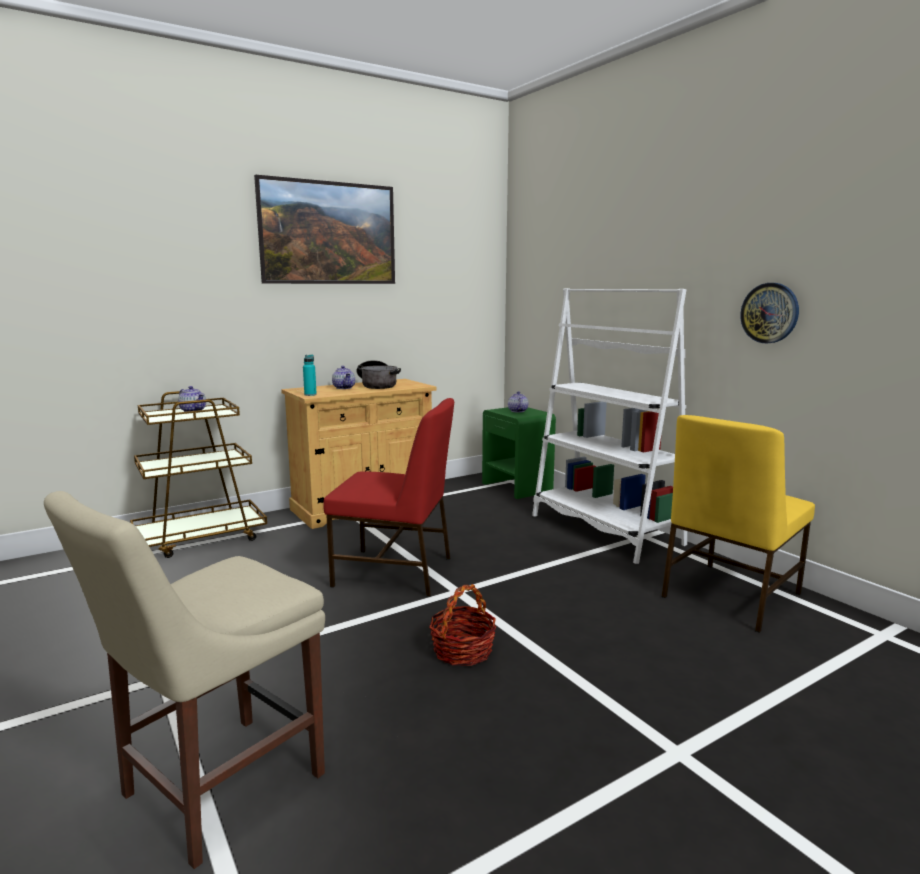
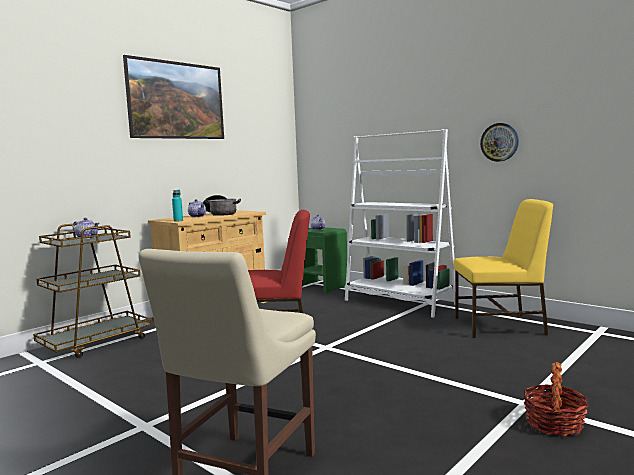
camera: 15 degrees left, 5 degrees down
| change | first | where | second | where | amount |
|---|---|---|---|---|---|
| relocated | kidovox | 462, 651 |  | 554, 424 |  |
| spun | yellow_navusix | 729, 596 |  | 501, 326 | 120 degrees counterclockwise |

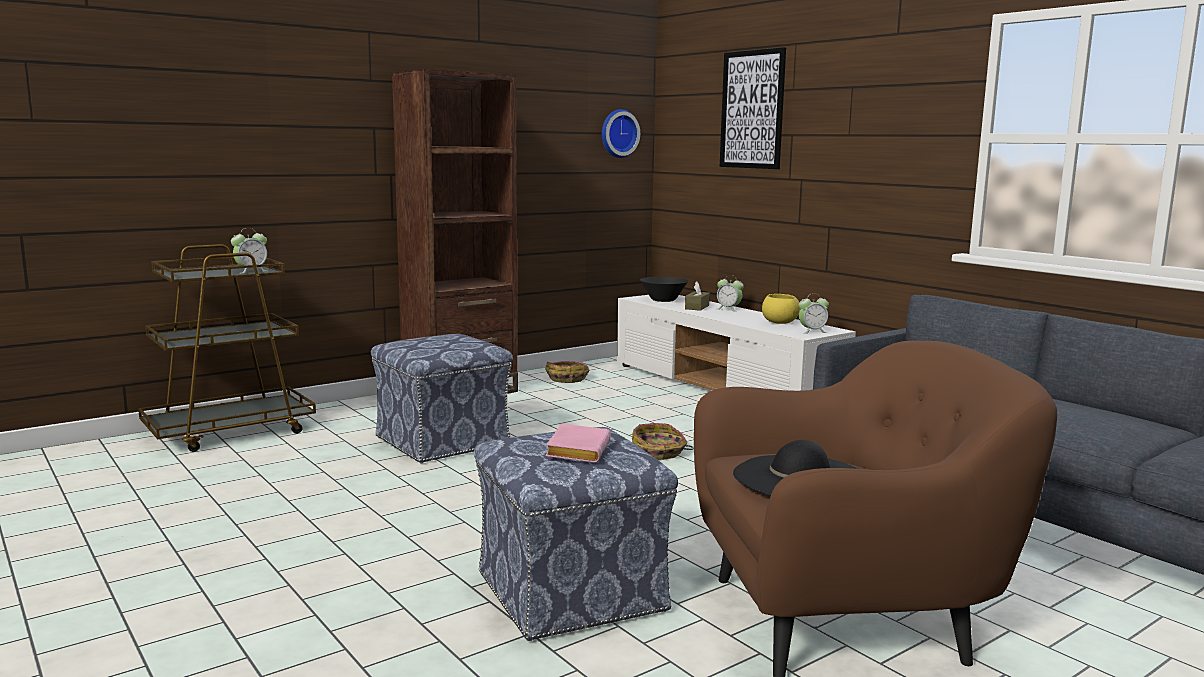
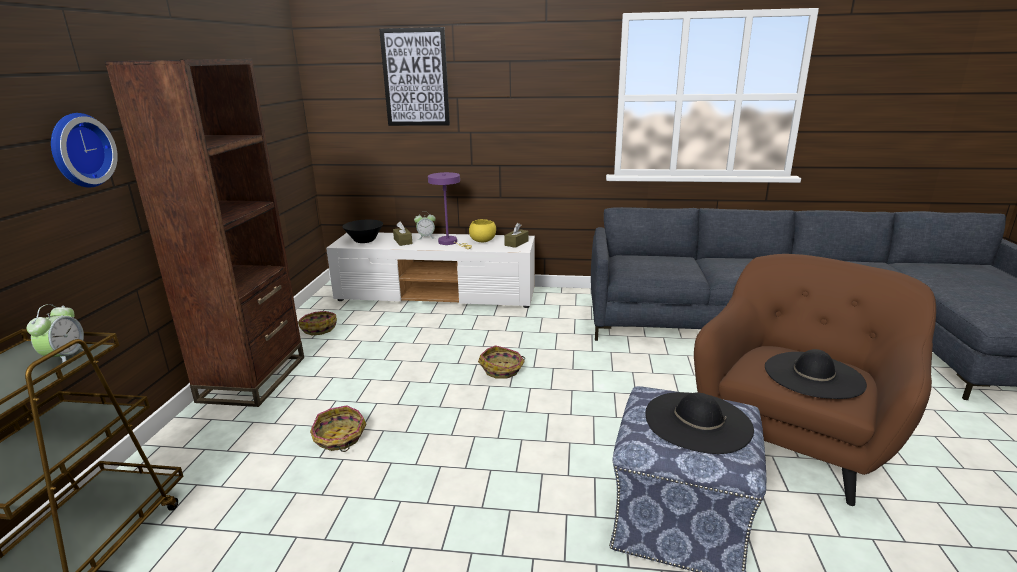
camera: 45 degrees left, 10 degrees up
| change | first | where | second | where | amount |
|---|---|---|---|---|---|
| exchanged | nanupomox | 444, 440 | kidovox | 339, 438 |  |
| exchanged | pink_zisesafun | 576, 450 | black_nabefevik | 697, 421 |  |
| relocated | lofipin | 618, 133 |  | 78, 150 |  |
| exchanged | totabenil | 812, 331 | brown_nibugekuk | 516, 243 |  |
| appeared |  |  | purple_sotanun | 450, 242 |  |

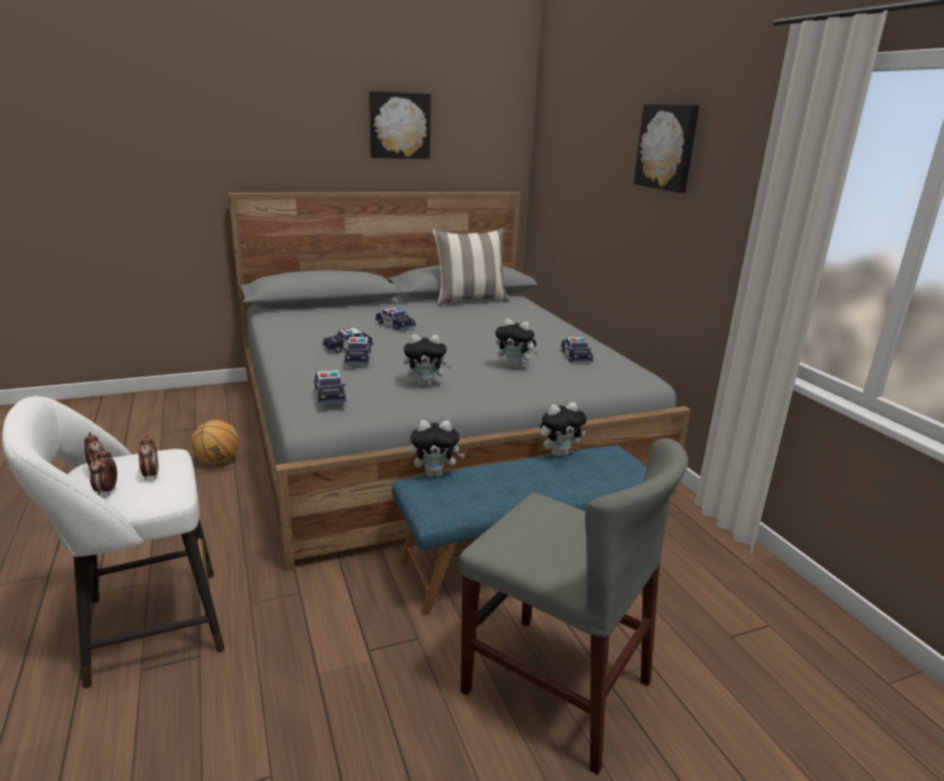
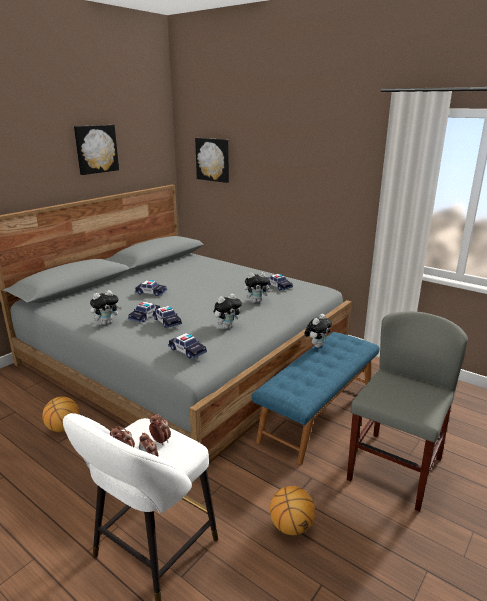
camera: 30 degrees left, 0 degrees up
| change | first | where | second | where | amount |
|---|---|---|---|---|---|
| relocated | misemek | 435, 474 |  | 107, 322 |  |
| missing | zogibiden | 470, 300 |  |  |  |
| spun | grey_navusix | 556, 687 |  | 394, 469 | 60 degrees counterclockwise |
| relocated | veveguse | 667, 147 |  | 213, 159 |  |
| appeared |  |  | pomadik | 291, 526 |  |

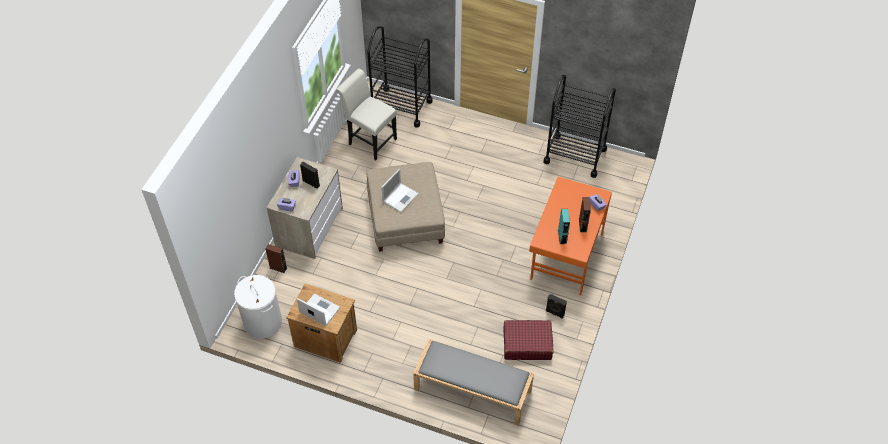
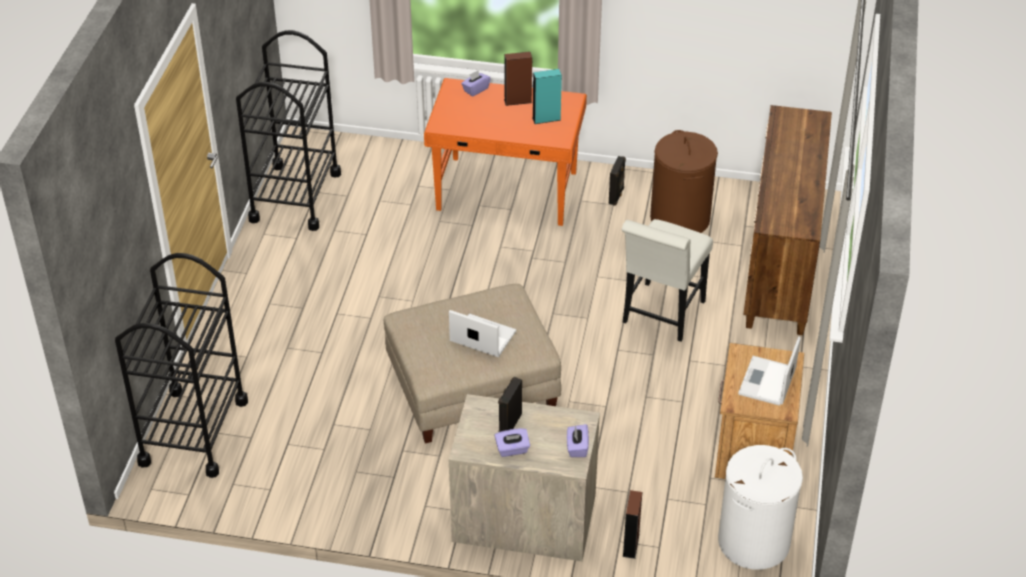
camera: 100 degrees left, 10 degrees down
| change | first | where | second | where | amount |
|---|---|---|---|---|---|
| relocated | white_navusix | 369, 140 |  | 661, 316 |  |
| exchanged | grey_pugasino | 472, 390 | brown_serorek | 780, 266 |  |
| exchanged | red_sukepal | 527, 344 | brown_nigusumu | 680, 219 |  |

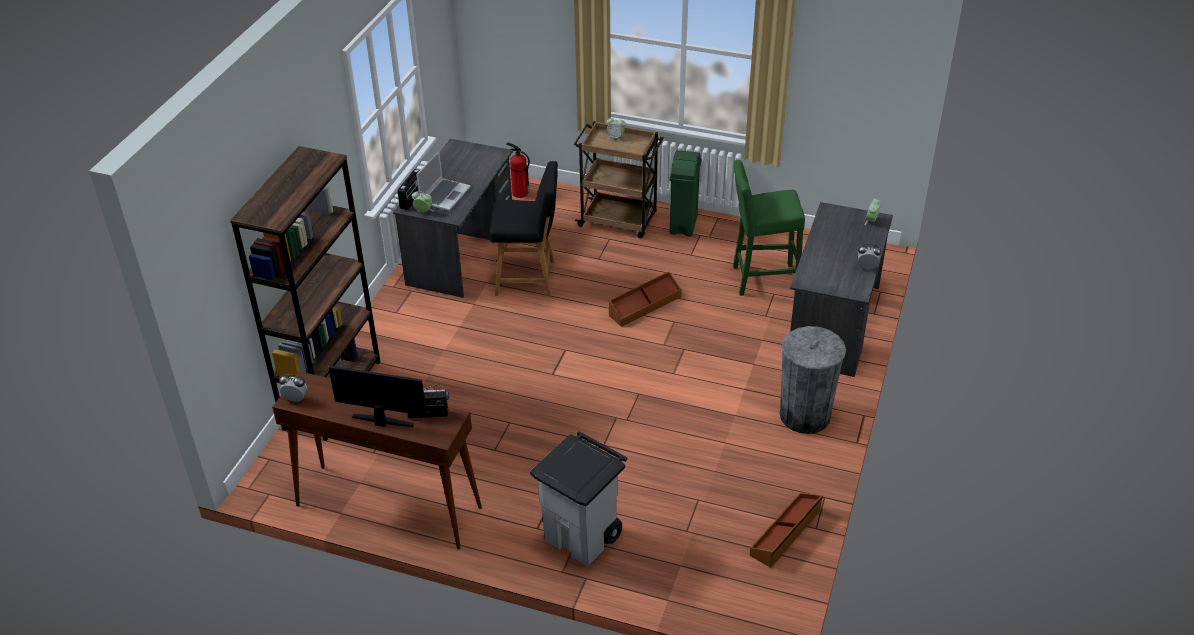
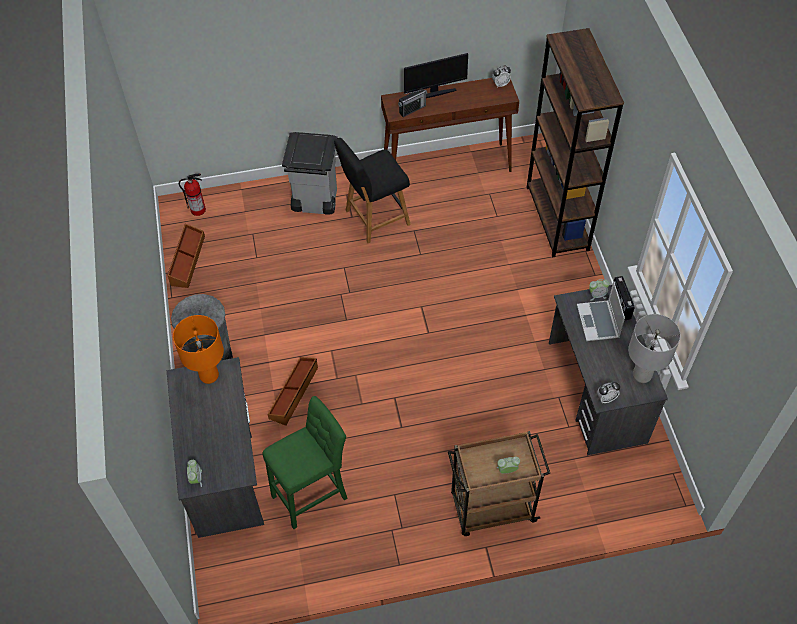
camera: 150 degrees right, 15 degrees up
| change | first | where | second | where | amount |
|---|---|---|---|---|---|
| relocated | black_navusix | 529, 278 |  | 374, 219 |  |
| relocated | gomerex | 519, 193 |  | 198, 209 |  |
| relocated | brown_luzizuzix | 644, 305 |  | 294, 393 |  |
| missing | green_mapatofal | 683, 225 |  |  |  |
| relocated | totabenil | 867, 267 |  | 606, 398 |  |
| appeared |  |  | orange_sotanun | 209, 375 |  |
| appeared |  |  | grey_sotanun | 642, 375 |  |

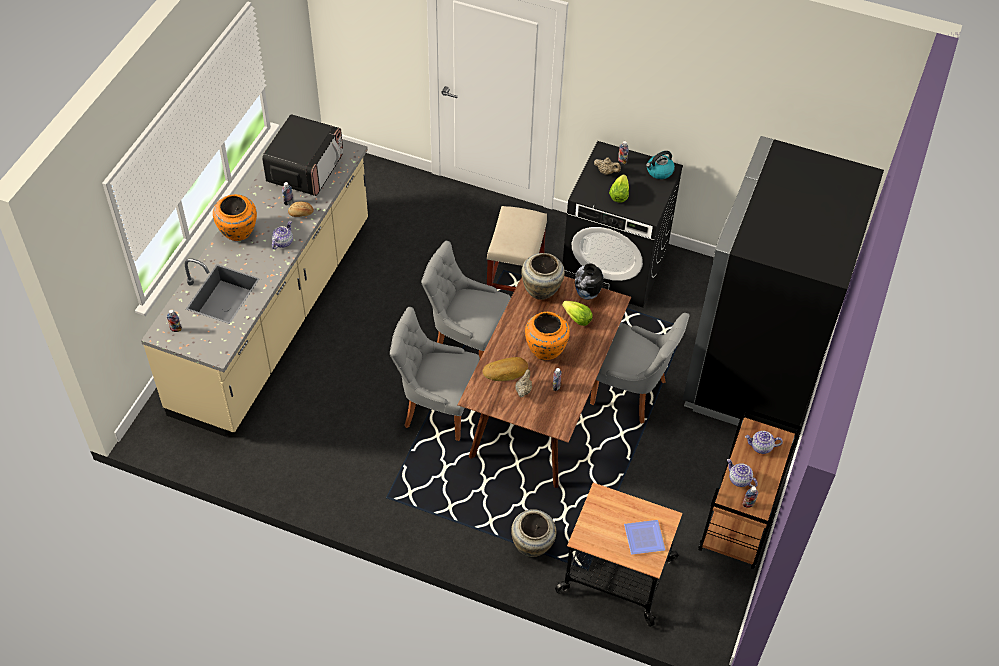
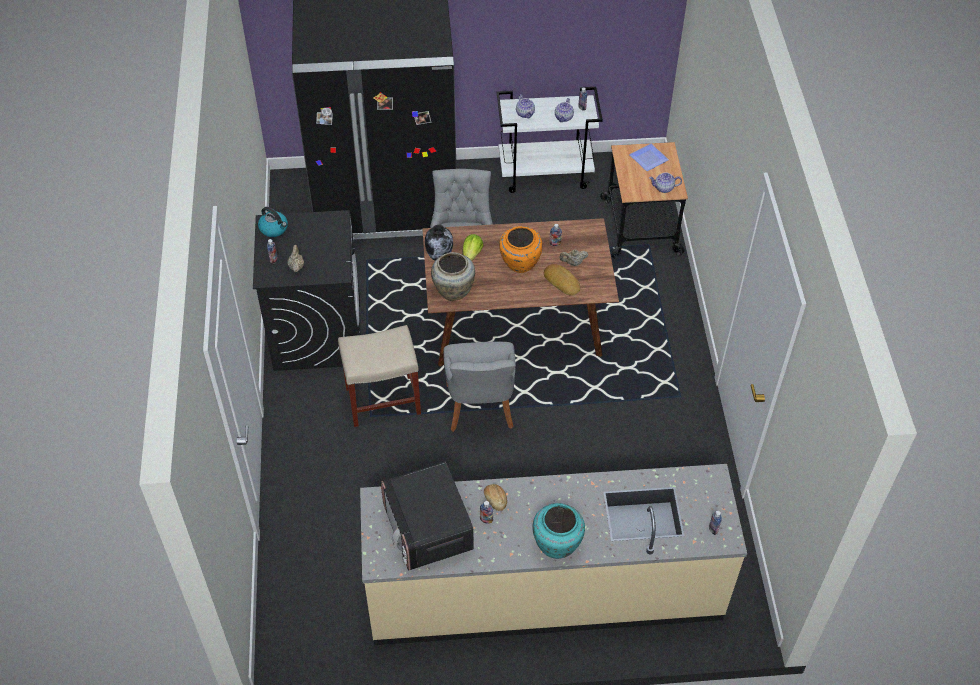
camera: 115 degrees left, 0 degrees up
| change | first | where | second | where | amount |
|---|---|---|---|---|---|
| colour | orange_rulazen | 238, 233 | turquoise_rulazen | 557, 544 |  |
| spun | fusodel | 305, 169 |  | 428, 529 | 105 degrees counterclockwise |
| relocated | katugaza | 282, 242 |  | 664, 188 |  |
| missing | grey_navusix | 437, 408 |  |  |  |
| missing | beige_rulazen | 532, 546 |  |  |  |
| missing | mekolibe | 619, 195 |  |  |  |
| colour | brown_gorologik | 738, 523 | white_gorologik | 546, 173 |  |

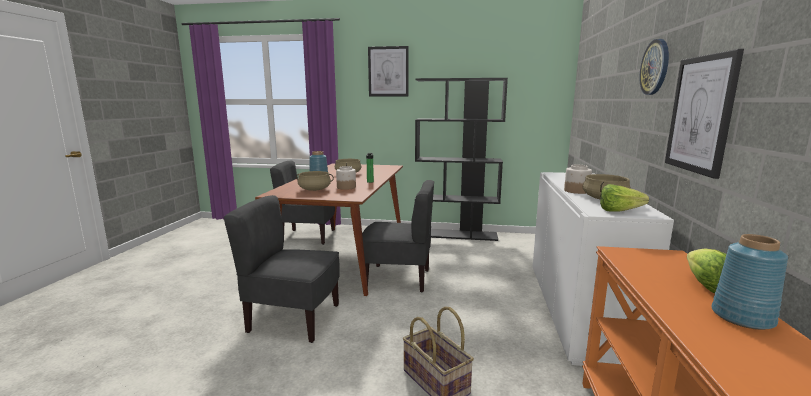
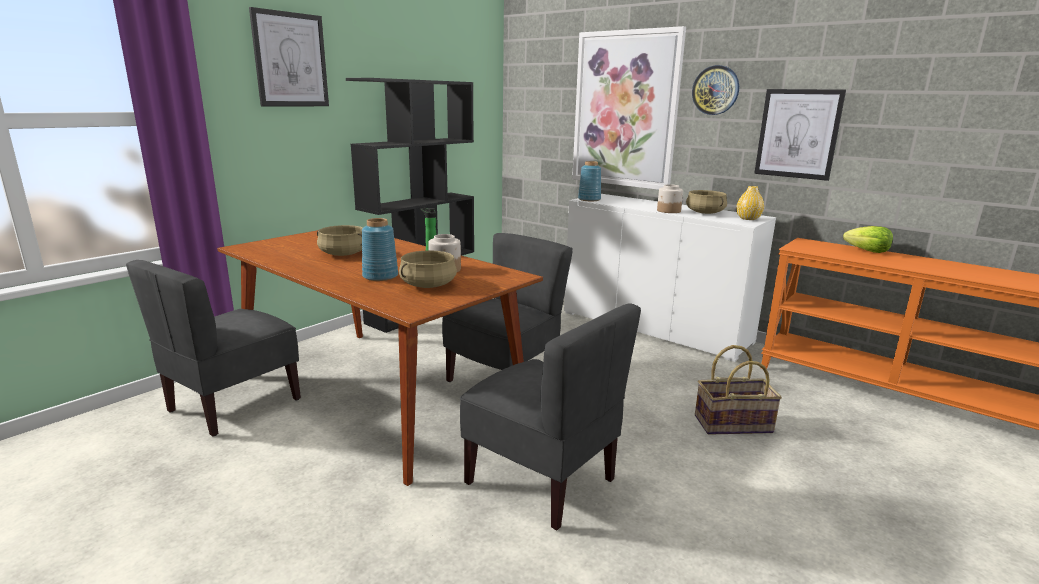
camera: 60 degrees left, 5 degrees up
| change | first | where | second | where | amount |
|---|---|---|---|---|---|
| spun | grey_navusix | 293, 319 |  | 542, 480 | 90 degrees counterclockwise |
| exchanged | mekolibe | 623, 211 | yellow_rulazen | 748, 218 |  |
| relocated | blue_rulazen | 741, 317 |  | 589, 199 |  |
| appeared |  |  | veveguse | 625, 110 |  |

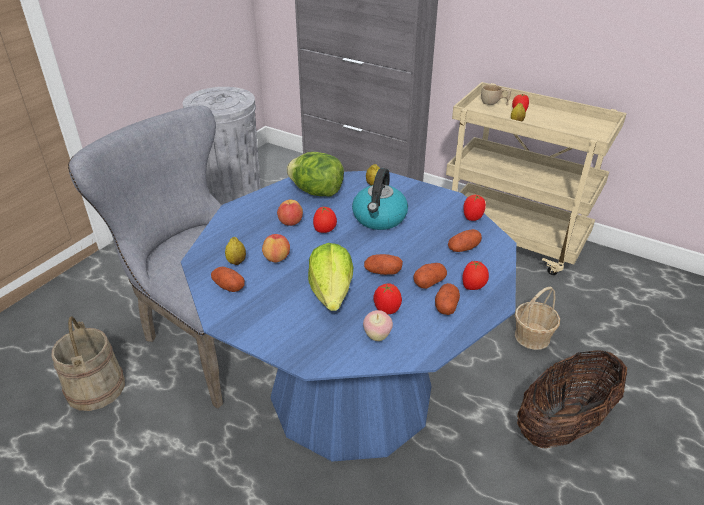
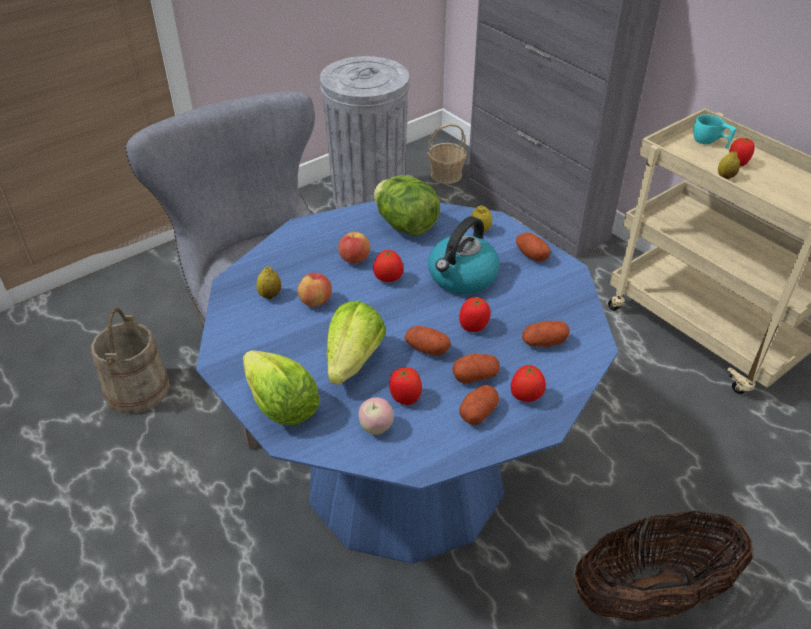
camera: 20 degrees right, 5 degrees up
| change | first | where | second | where | amount |
|---|---|---|---|---|---|
| relocated | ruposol | 228, 286 |  | 531, 255 |  |
| relocated | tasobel | 473, 218 |  | 474, 327 |  |
| colour | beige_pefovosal | 494, 103 | turquoise_pefovosal | 710, 142 |  |
| relocated | kidovox | 532, 337 |  | 446, 175 |  |
| appeared |  |  | mekolibe | 281, 405 |  |

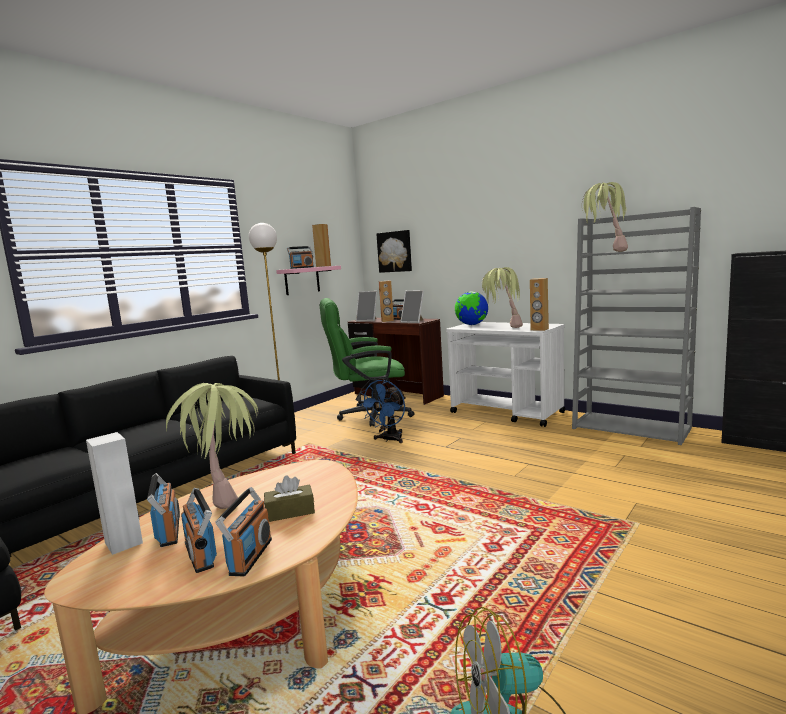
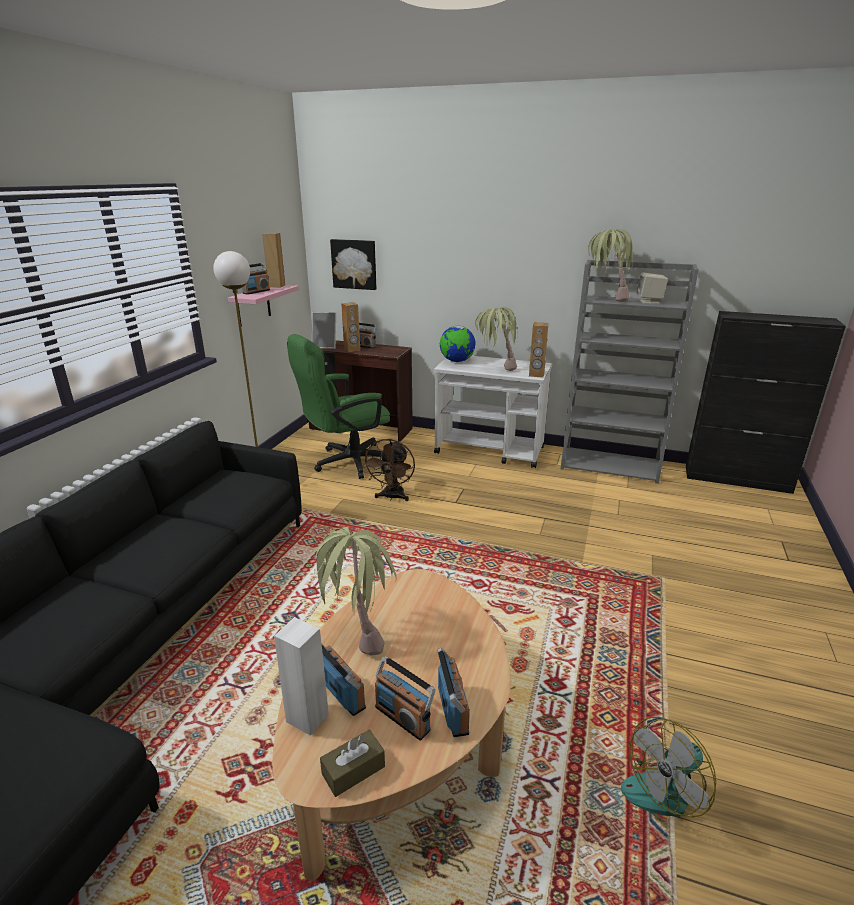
camera: 20 degrees left, 15 degrees up
| change | first | where | second | where | amount |
|---|---|---|---|---|---|
| relocated | brown_nibugekuk | 290, 512 |  | 353, 770 |  |
| colour | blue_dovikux | 389, 440 | brown_dovikux | 392, 497 |  |
| missing | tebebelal | 414, 321 |  |  |  |
| appeared |  |  | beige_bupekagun | 649, 302 |  |

